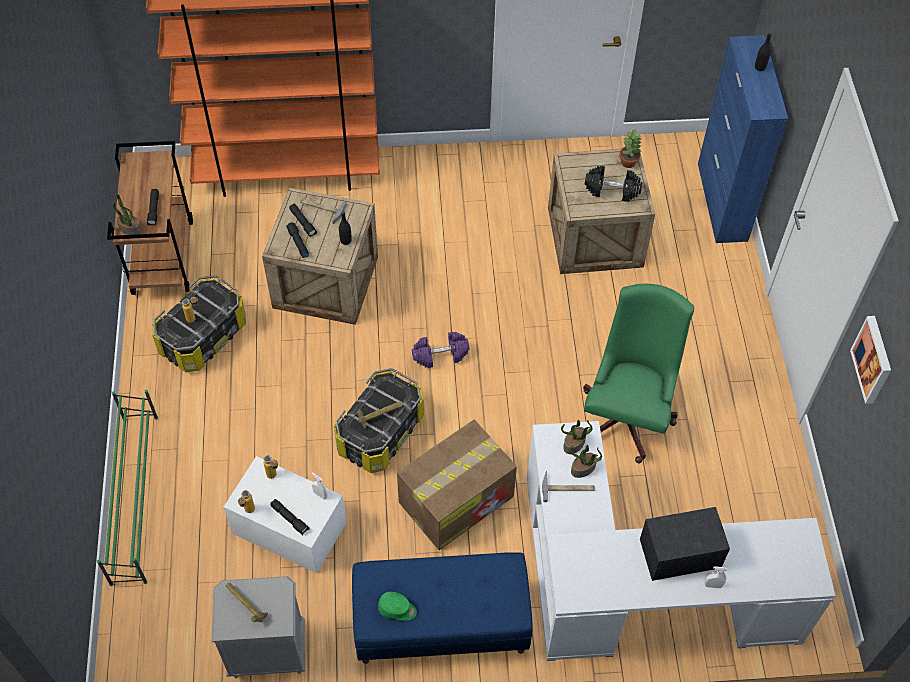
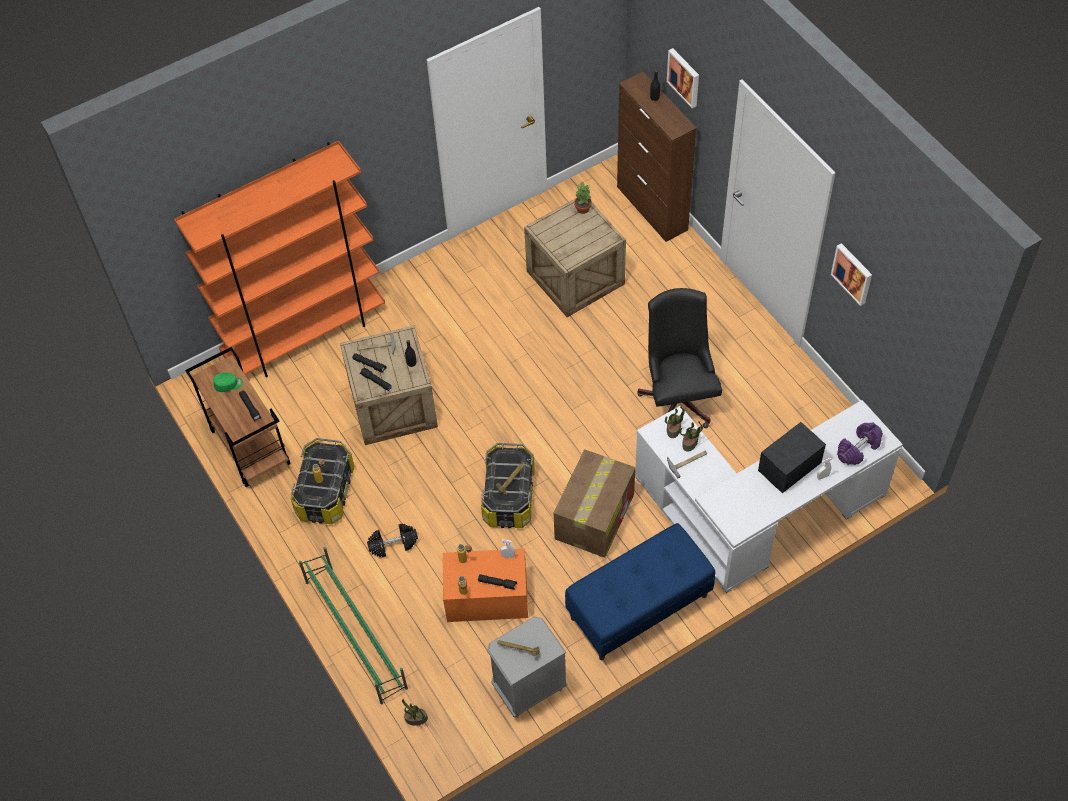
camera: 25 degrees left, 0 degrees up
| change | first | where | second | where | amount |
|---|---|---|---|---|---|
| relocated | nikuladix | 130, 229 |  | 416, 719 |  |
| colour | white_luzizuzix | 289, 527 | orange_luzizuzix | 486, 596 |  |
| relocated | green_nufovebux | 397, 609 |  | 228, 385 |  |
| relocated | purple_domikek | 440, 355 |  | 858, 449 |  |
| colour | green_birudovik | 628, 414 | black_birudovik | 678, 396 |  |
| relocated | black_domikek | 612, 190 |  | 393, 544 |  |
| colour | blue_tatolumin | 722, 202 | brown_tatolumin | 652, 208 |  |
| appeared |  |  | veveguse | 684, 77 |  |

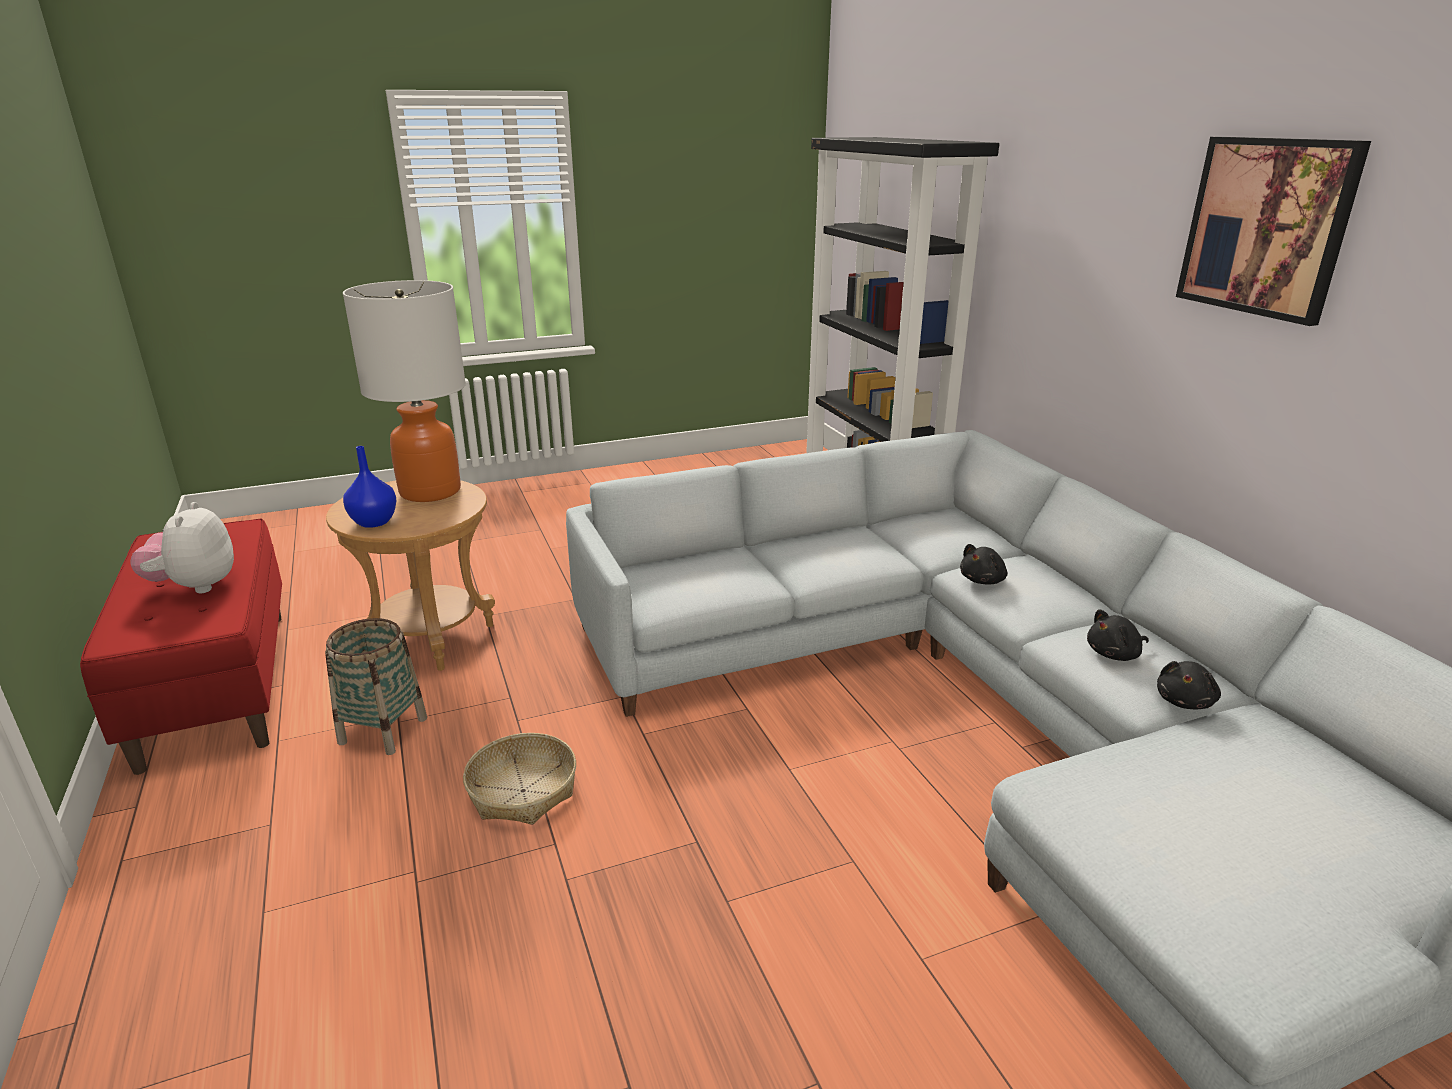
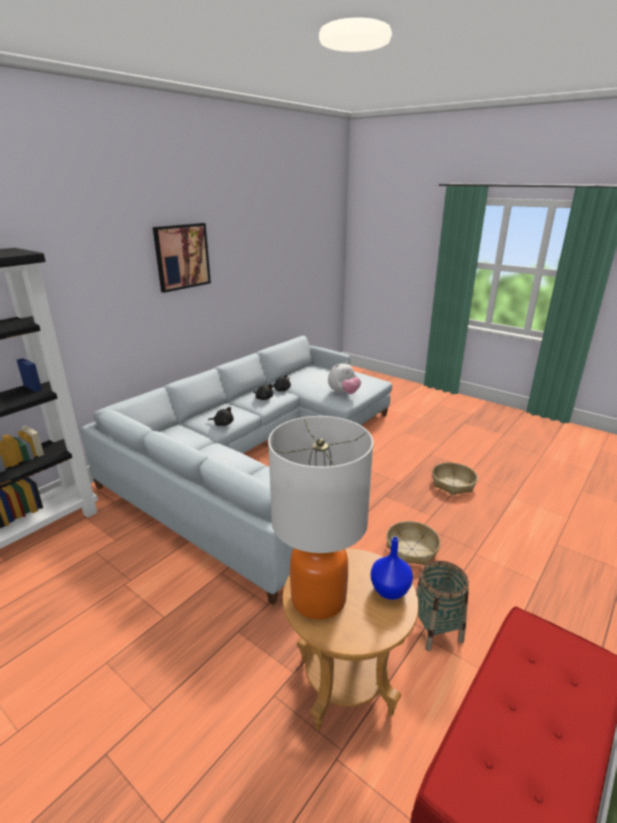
camera: 120 degrees left, 0 degrees up
| change | first | where | second | where | amount |
|---|---|---|---|---|---|
| relocated | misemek | 195, 586 |  | 343, 393 |  |
| appeared |  |  | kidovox | 453, 484 |  |

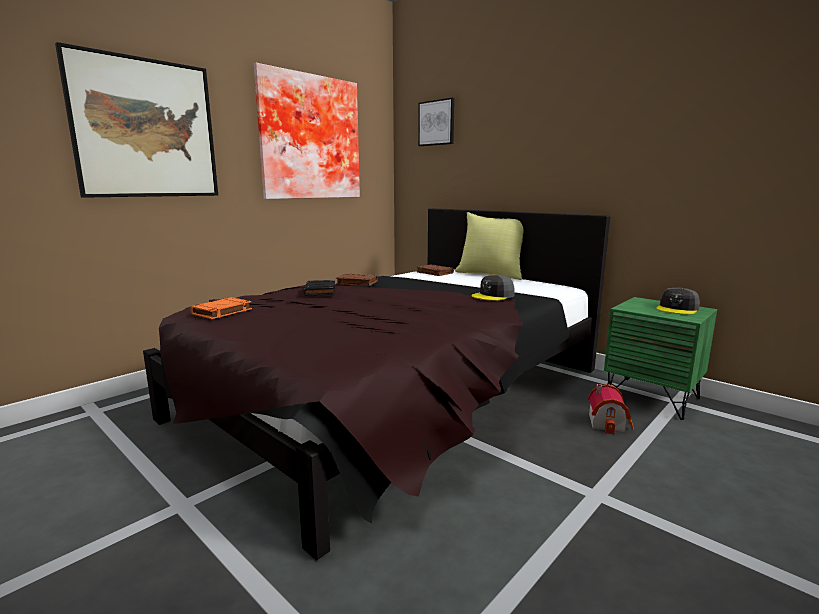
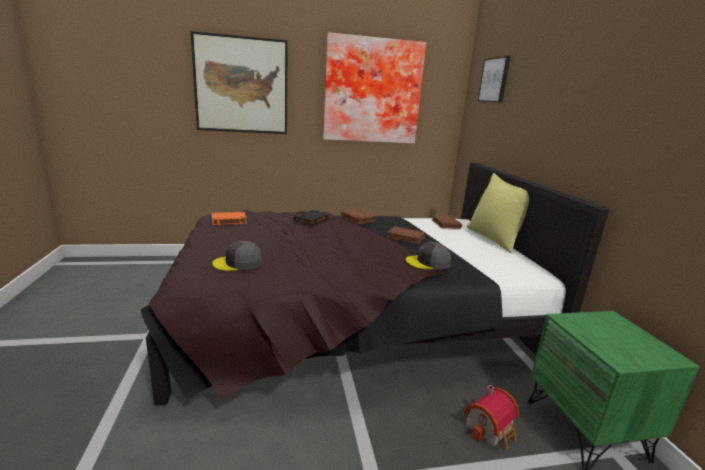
camera: 35 degrees right, 5 degrees up
| change | first | where | second | where | amount |
|---|---|---|---|---|---|
| relocated | grey_nufovebux | 677, 309 |  | 238, 263 |  |
| appeared |  |  | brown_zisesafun | 405, 237 |  |

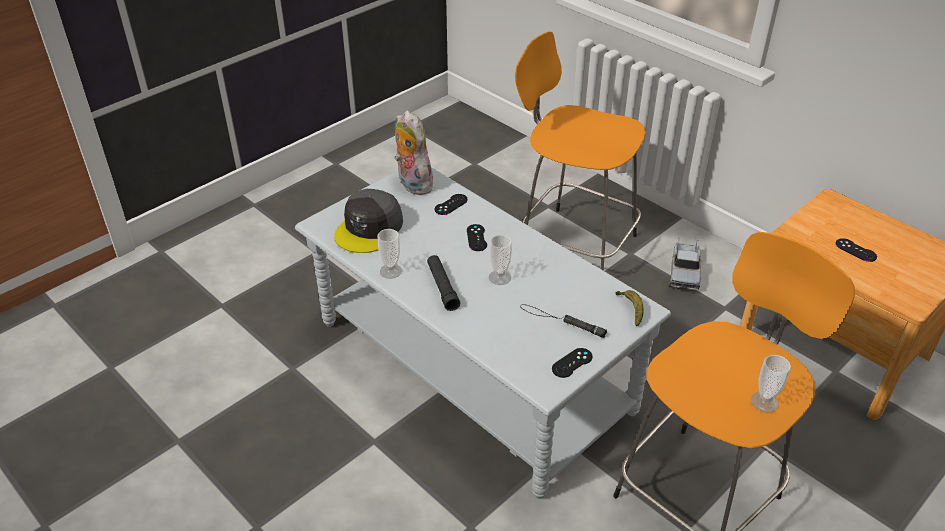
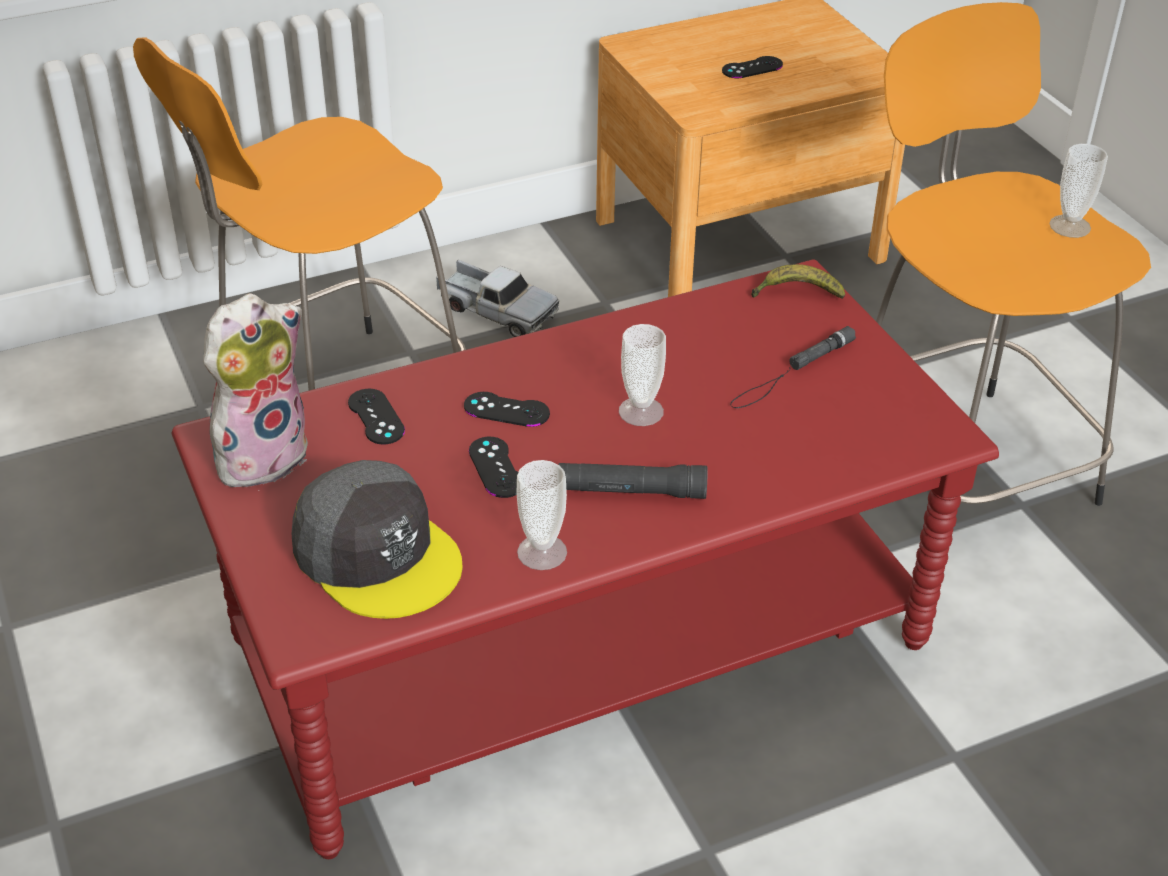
camera: 70 degrees left, 0 degrees up
| change | first | where | second | where | amount |
|---|---|---|---|---|---|
| colour | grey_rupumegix | 473, 367 | red_rupumegix | 583, 645 |  |
| spun | misemek | 412, 184 |  | 262, 454 | 150 degrees clockwise |
| relocated | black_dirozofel | 572, 363 |  | 496, 467 |  |

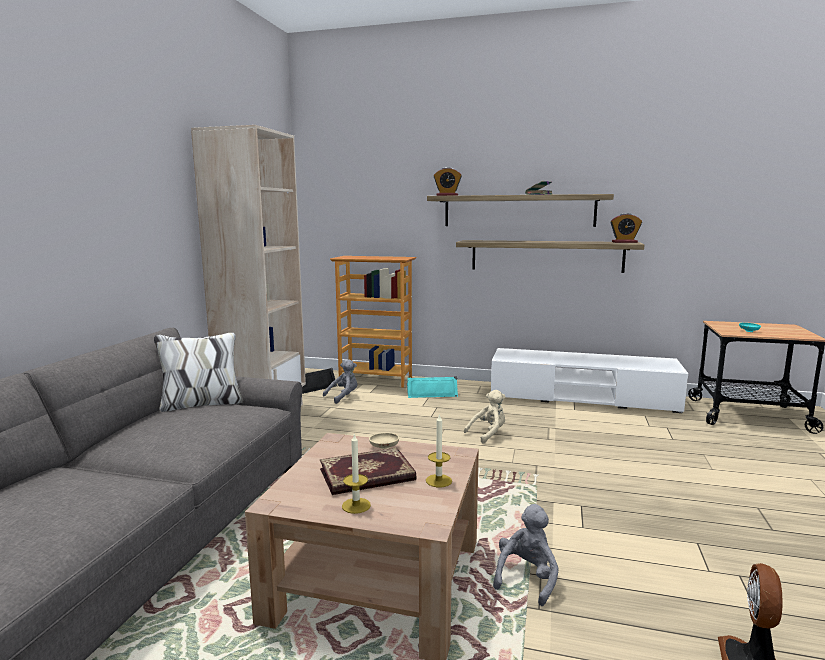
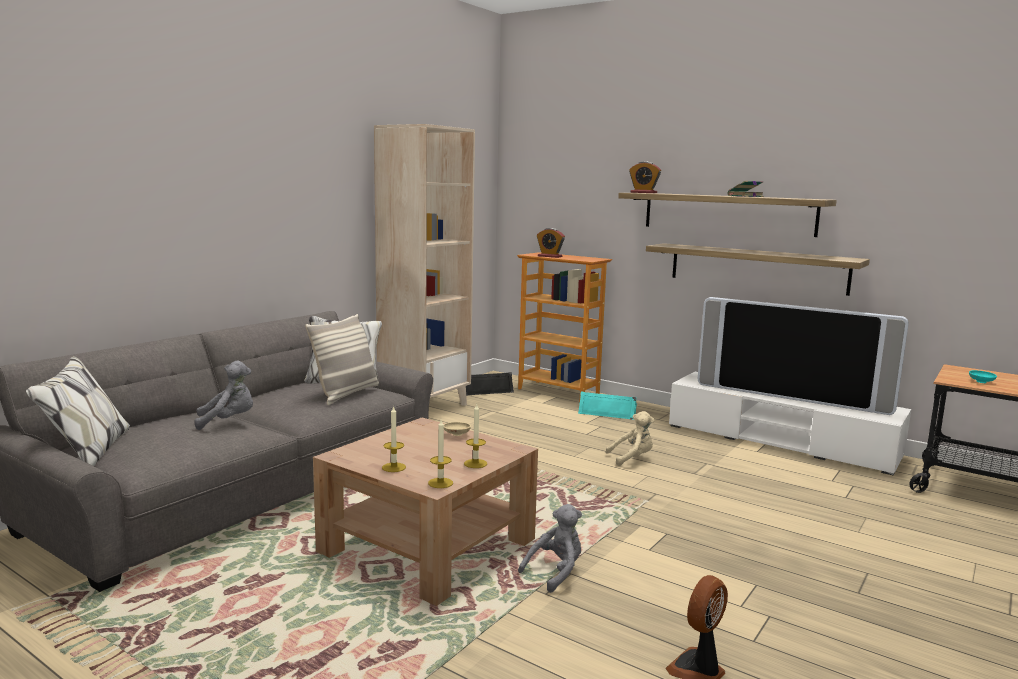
camera: 20 degrees right, 0 degrees up
| change | first | where | second | where | amount |
|---|---|---|---|---|---|
| missing | zisesafun | 367, 475 |  |  |  |
| relocated | grey_misemek | 343, 397 |  | 228, 421 |  |
| relocated | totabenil | 624, 242 |  | 549, 256 |  |
| appeared |  |  | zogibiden | 346, 394 |  |
| appeared |  |  | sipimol | 440, 483 |  |
| appeared |  |  | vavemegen | 791, 397 |  |

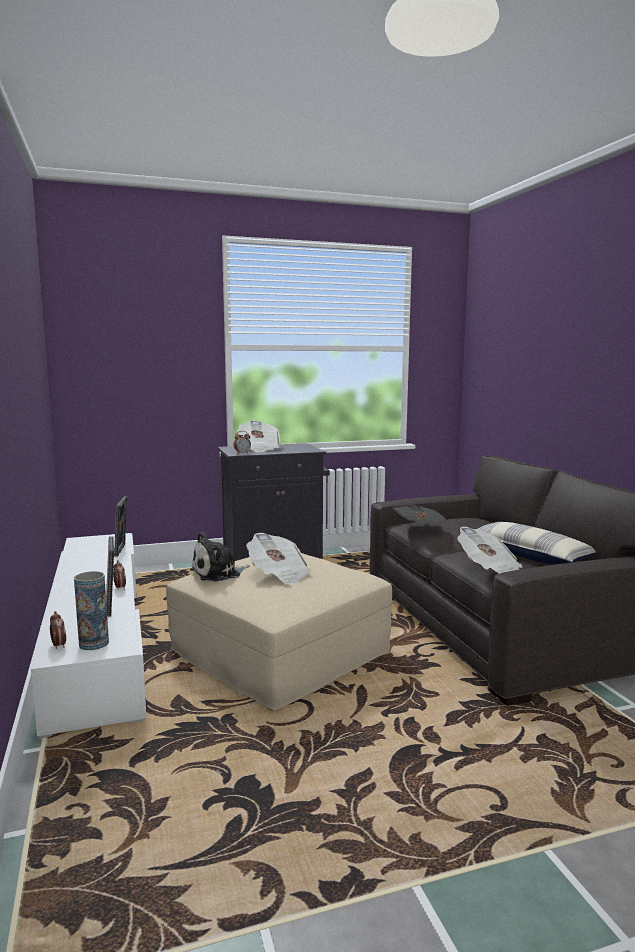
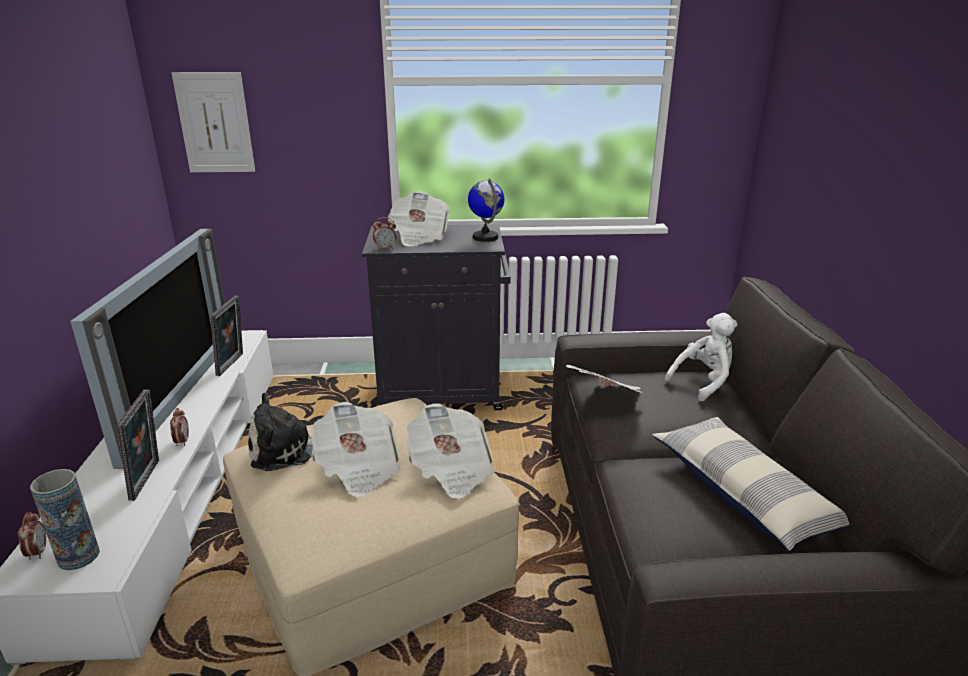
camera: 15 degrees right, 15 degrees up
| change | first | where | second | where | amount |
|---|---|---|---|---|---|
| relocated | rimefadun | 489, 570 |  | 451, 470 |  |
| appeared |  |  | vavemegen | 172, 396 |  |
| appeared |  |  | veveguse | 215, 123 |  |
| appeared |  |  | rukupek | 485, 237 |  |
| appeared |  |  | white_misemek | 703, 382 |  |

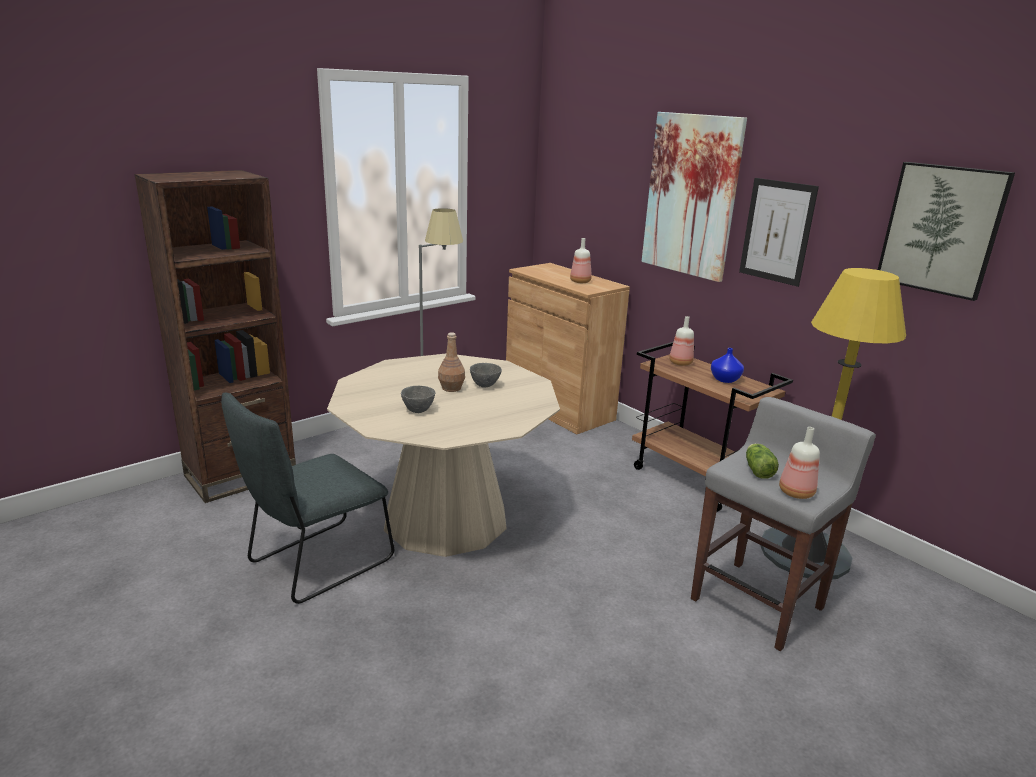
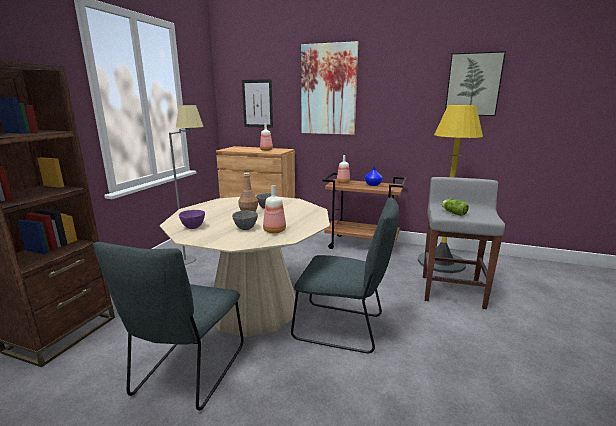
camera: 30 degrees left, 5 degrees down
| change | first | where | second | where | amount |
|---|---|---|---|---|---|
| relocated | veveguse | 777, 231 |  | 257, 103 |  |
| relocated | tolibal | 796, 493 |  | 274, 231 |  |
| appeared |  |  | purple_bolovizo | 192, 227 |  |
| appeared |  |  | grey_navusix | 343, 328 |  |

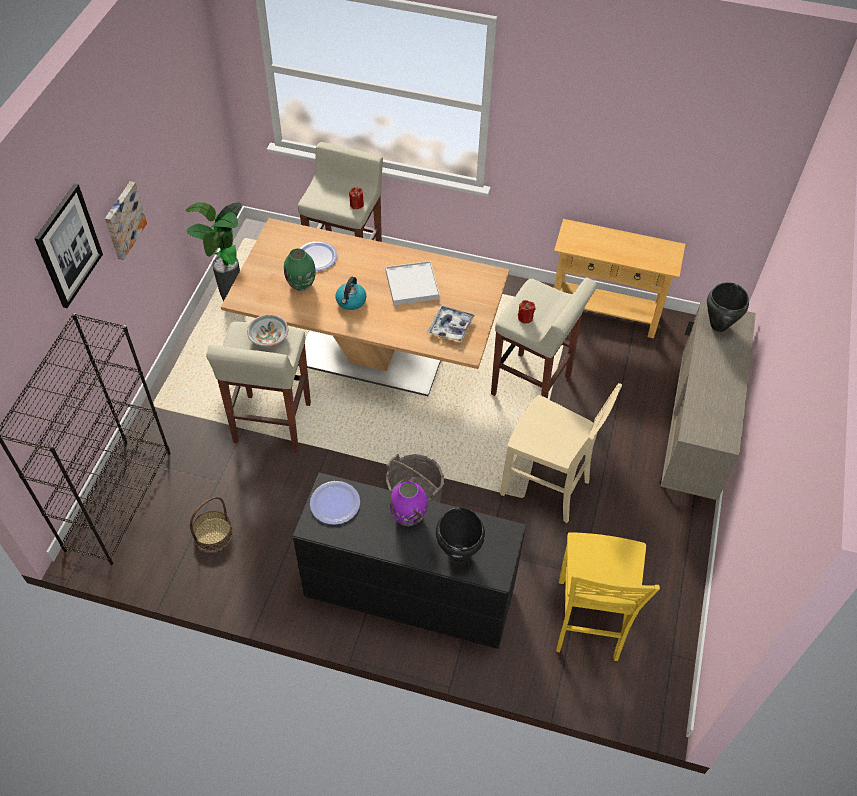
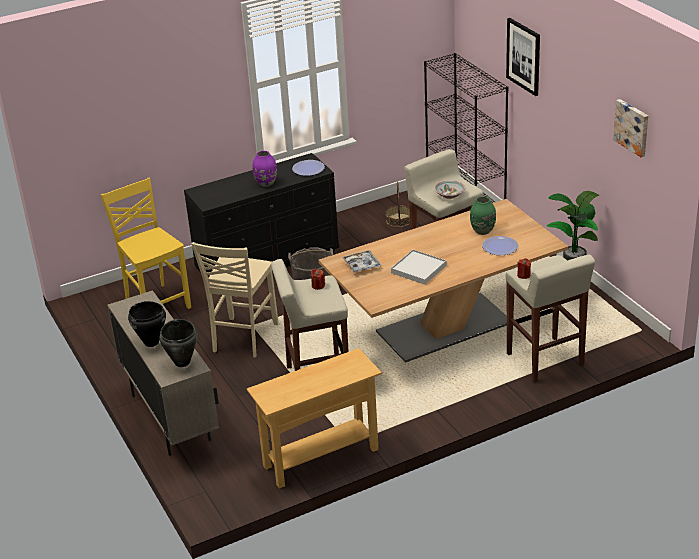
camera: 140 degrees right, 20 degrees down
| change | first | where | second | where | amount |
|---|---|---|---|---|---|
| relocated | veveguse | 123, 220 |  | 632, 127 |  |
| missing | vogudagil | 351, 301 |  |  |  |
| relocated | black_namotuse | 459, 552 |  | 151, 342 |  |
| spun | beige_navusix | 547, 487 |  | 243, 338 | 60 degrees counterclockwise |

